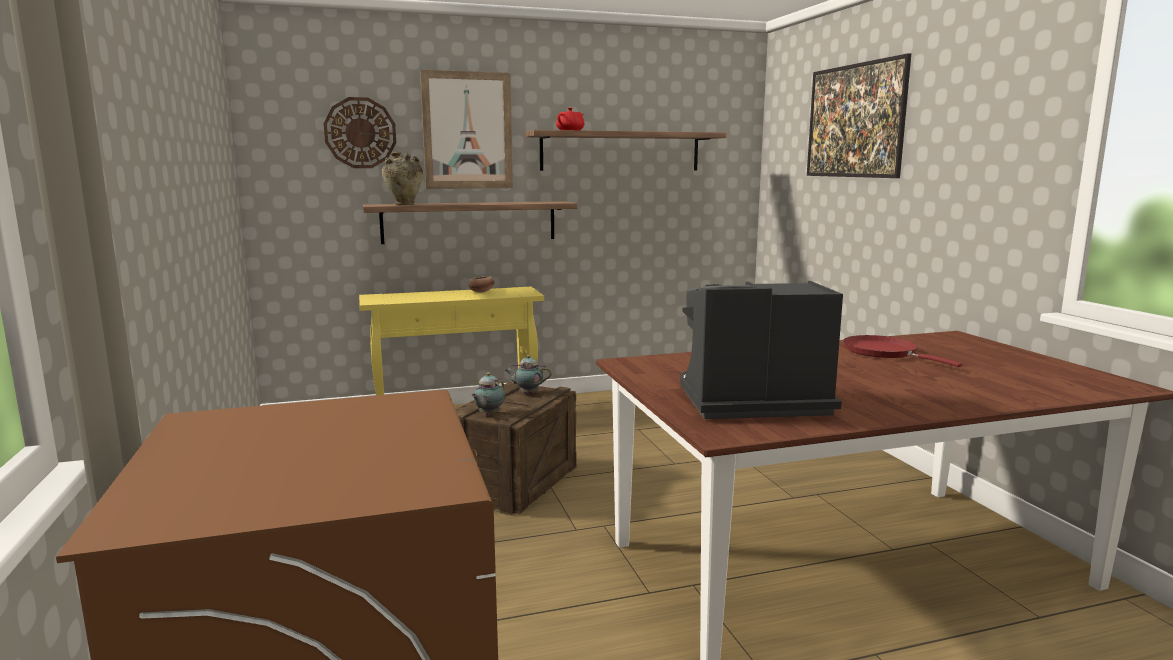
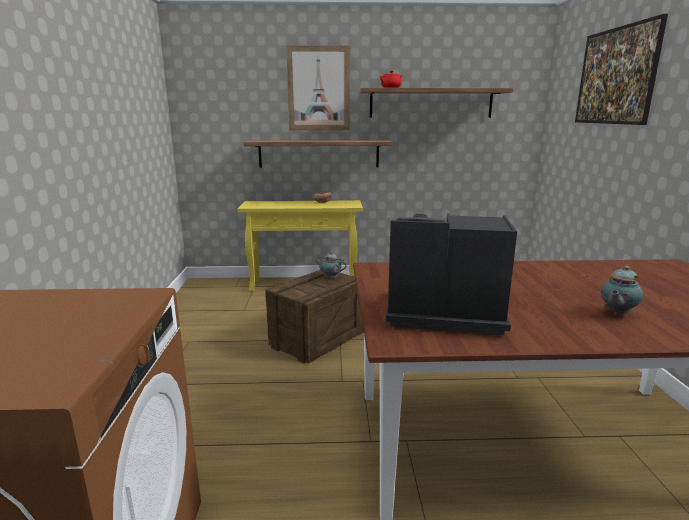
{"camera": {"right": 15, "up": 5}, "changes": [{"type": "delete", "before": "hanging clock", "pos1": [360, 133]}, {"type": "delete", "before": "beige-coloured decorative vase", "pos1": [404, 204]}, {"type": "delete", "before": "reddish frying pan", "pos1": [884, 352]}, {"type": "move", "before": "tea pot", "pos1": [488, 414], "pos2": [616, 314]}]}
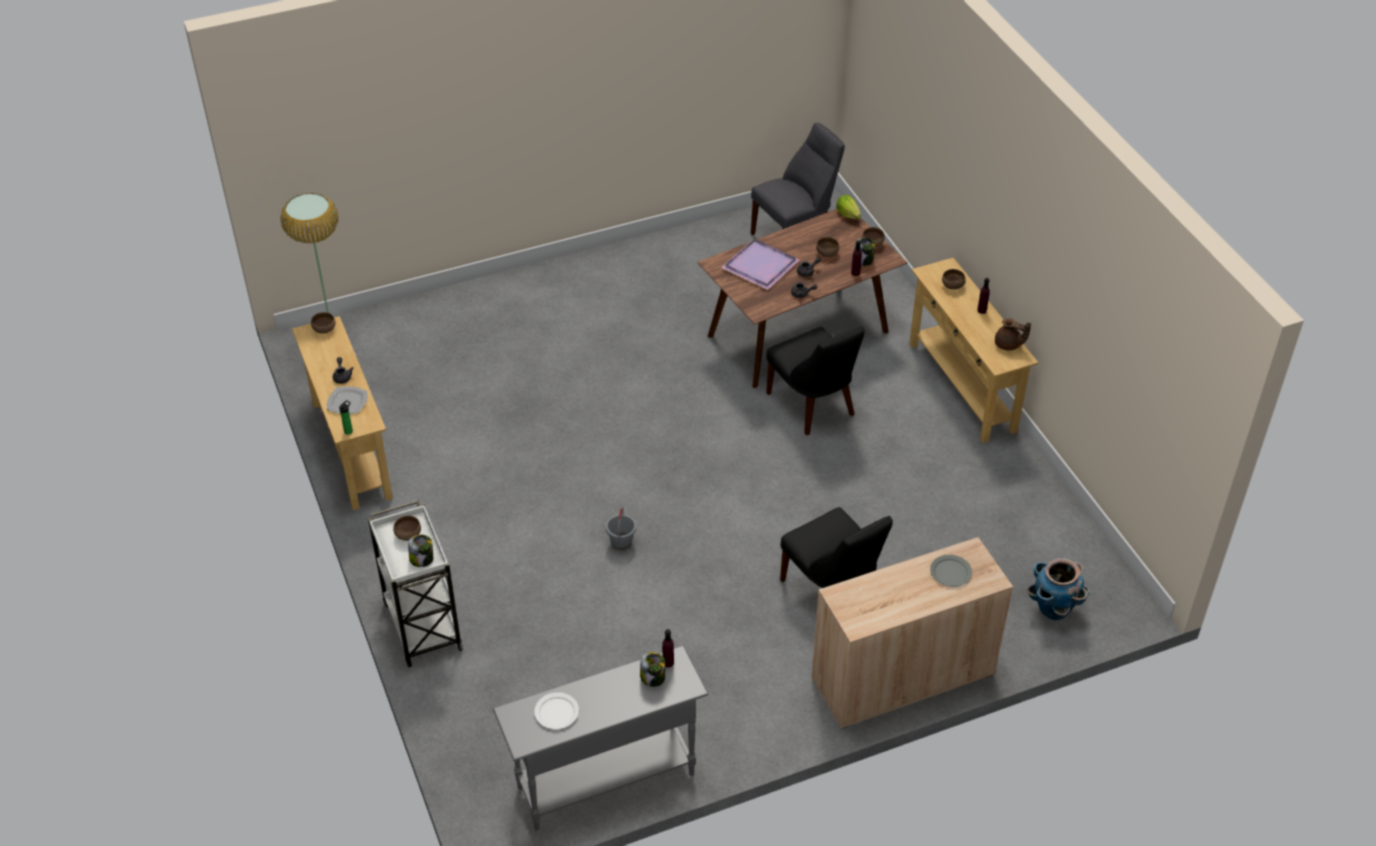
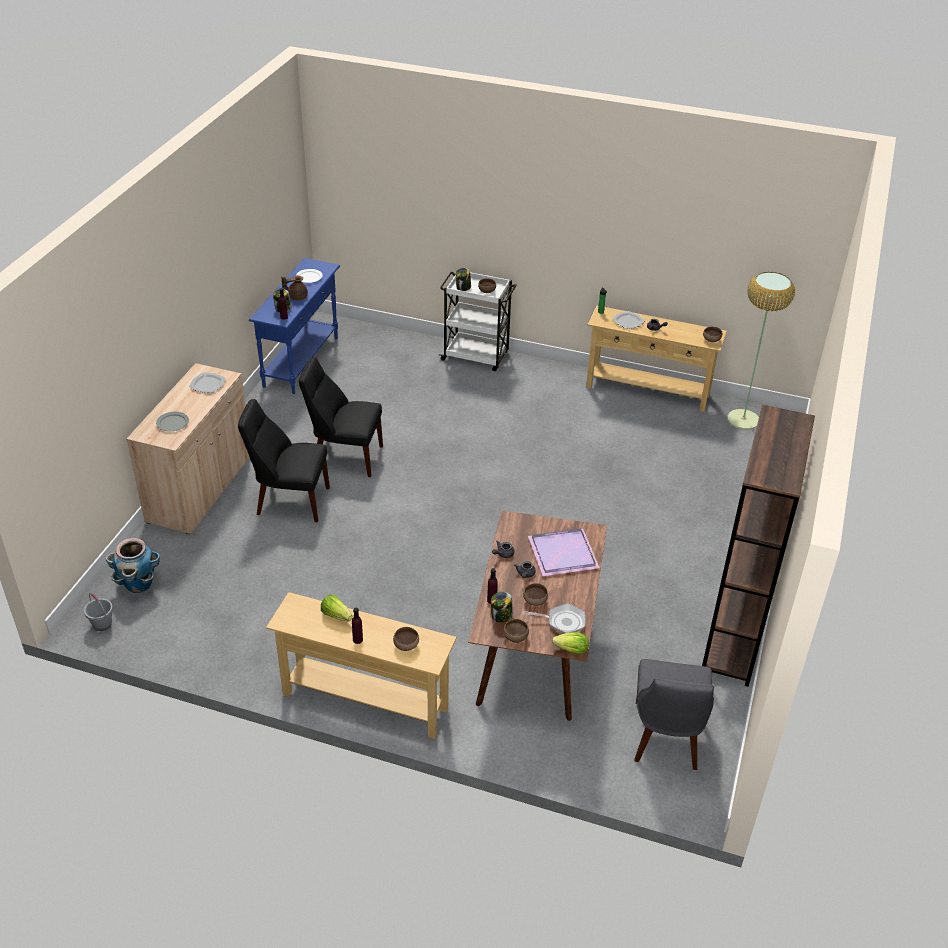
{"camera": {"right": 130, "up": -5}, "changes": [{"type": "move", "before": "brown-coloured tea pot", "pos1": [1008, 345], "pos2": [296, 297]}, {"type": "move", "before": "black upright chair", "pos1": [813, 406], "pos2": [344, 456]}, {"type": "move", "before": "grey pail", "pos1": [621, 542], "pos2": [102, 624]}, {"type": "recolor", "before": "grey console table", "after": "blue-coloured console table", "pos1": [605, 780], "pos2": [301, 361]}, {"type": "insert", "after": "flat dish", "pos2": [208, 384]}, {"type": "insert", "after": "brown-coloured shelving unit", "pos2": [733, 638]}, {"type": "insert", "after": "lettuce head", "pos2": [336, 615]}, {"type": "insert", "after": "frying pan", "pos2": [562, 621]}]}
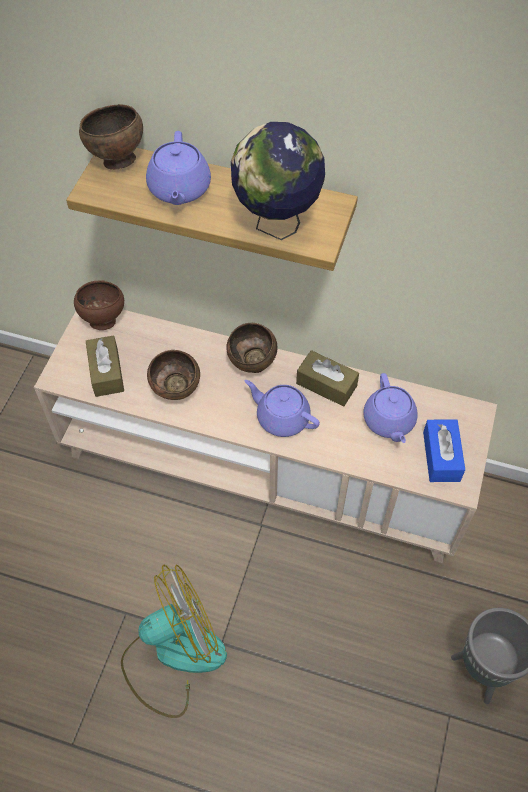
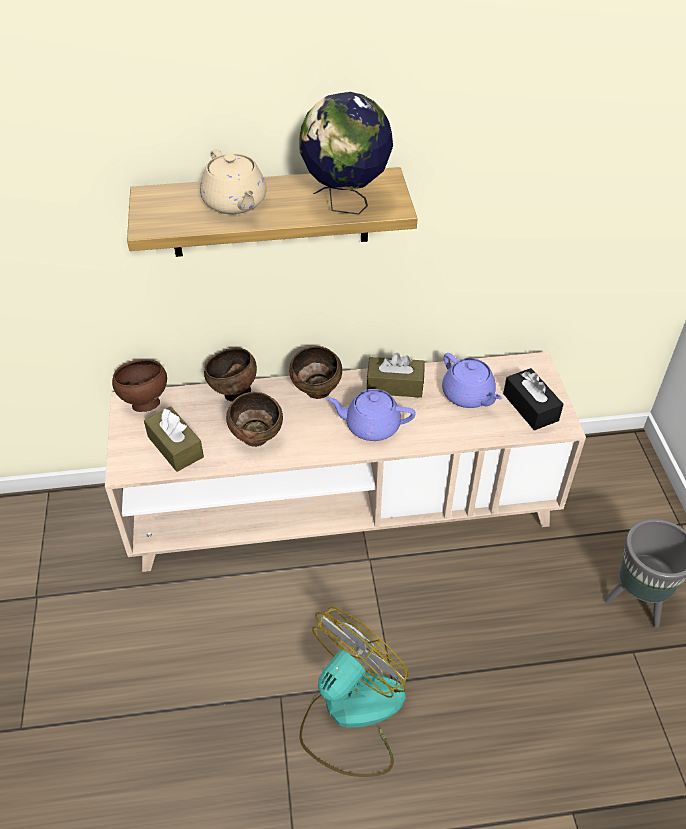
{"camera": {"right": -25, "up": -10}, "changes": [{"type": "move", "before": "brown-coloured serving bowl", "pos1": [116, 161], "pos2": [233, 393]}, {"type": "recolor", "before": "purplish tea pot", "after": "beige-coloured tea pot", "pos1": [179, 189], "pos2": [235, 203]}, {"type": "recolor", "before": "blue-coloured box of tissues", "after": "black box of tissues", "pos1": [441, 456], "pos2": [530, 407]}]}
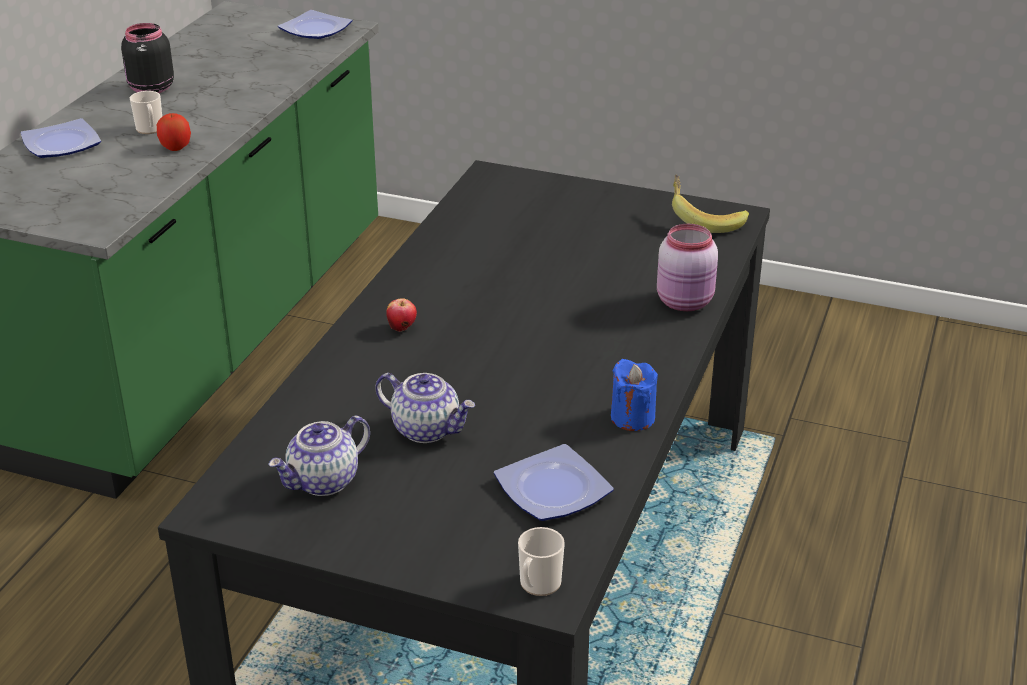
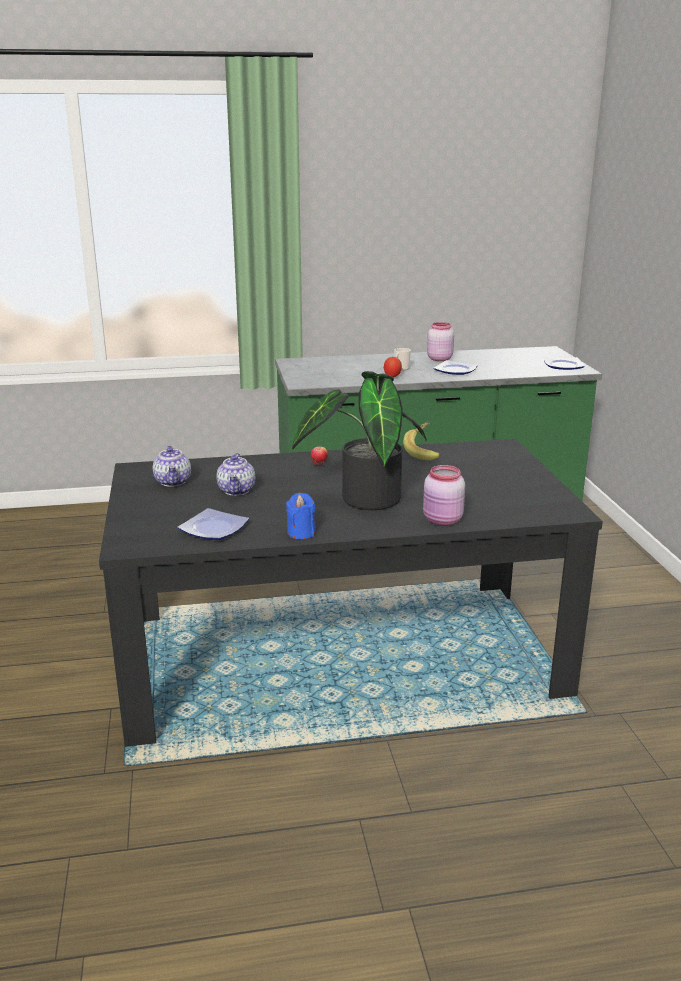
{"camera": {"right": 60, "up": -10}, "changes": [{"type": "recolor", "before": "black jar", "after": "pinkish jar", "pos1": [150, 89], "pos2": [439, 359]}, {"type": "move", "before": "flat dish", "pos1": [63, 143], "pos2": [456, 370]}, {"type": "move", "before": "whole banana", "pos1": [704, 220], "pos2": [425, 452]}, {"type": "rotate", "before": "tea pot", "pos1": [323, 482], "pos2": [173, 482], "turn": -120}, {"type": "delete", "before": "coffee mug", "pos1": [538, 585]}, {"type": "insert", "after": "plant in a pot", "pos2": [364, 497]}]}
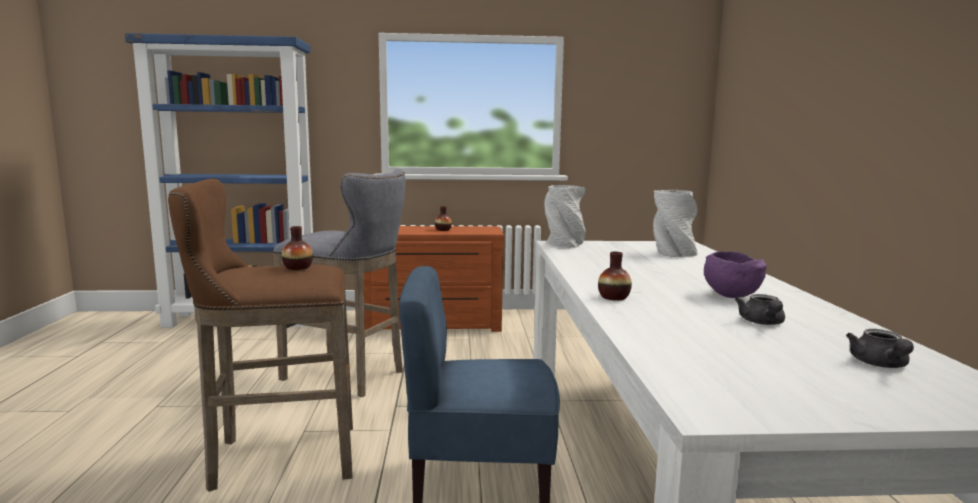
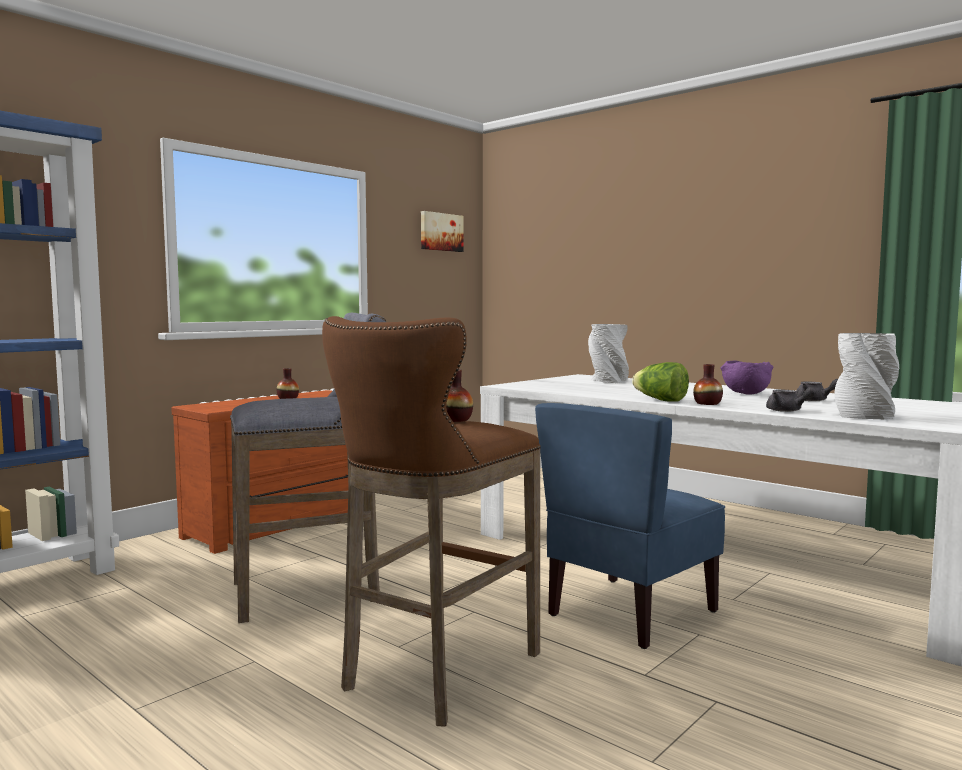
{"camera": {"right": -45, "up": -5}, "changes": [{"type": "move", "before": "grey decorative vase", "pos1": [564, 244], "pos2": [865, 417]}, {"type": "move", "before": "grey tea pot", "pos1": [880, 365], "pos2": [787, 411]}, {"type": "insert", "after": "wall art", "pos2": [440, 232]}, {"type": "insert", "after": "lettuce head", "pos2": [660, 400]}]}
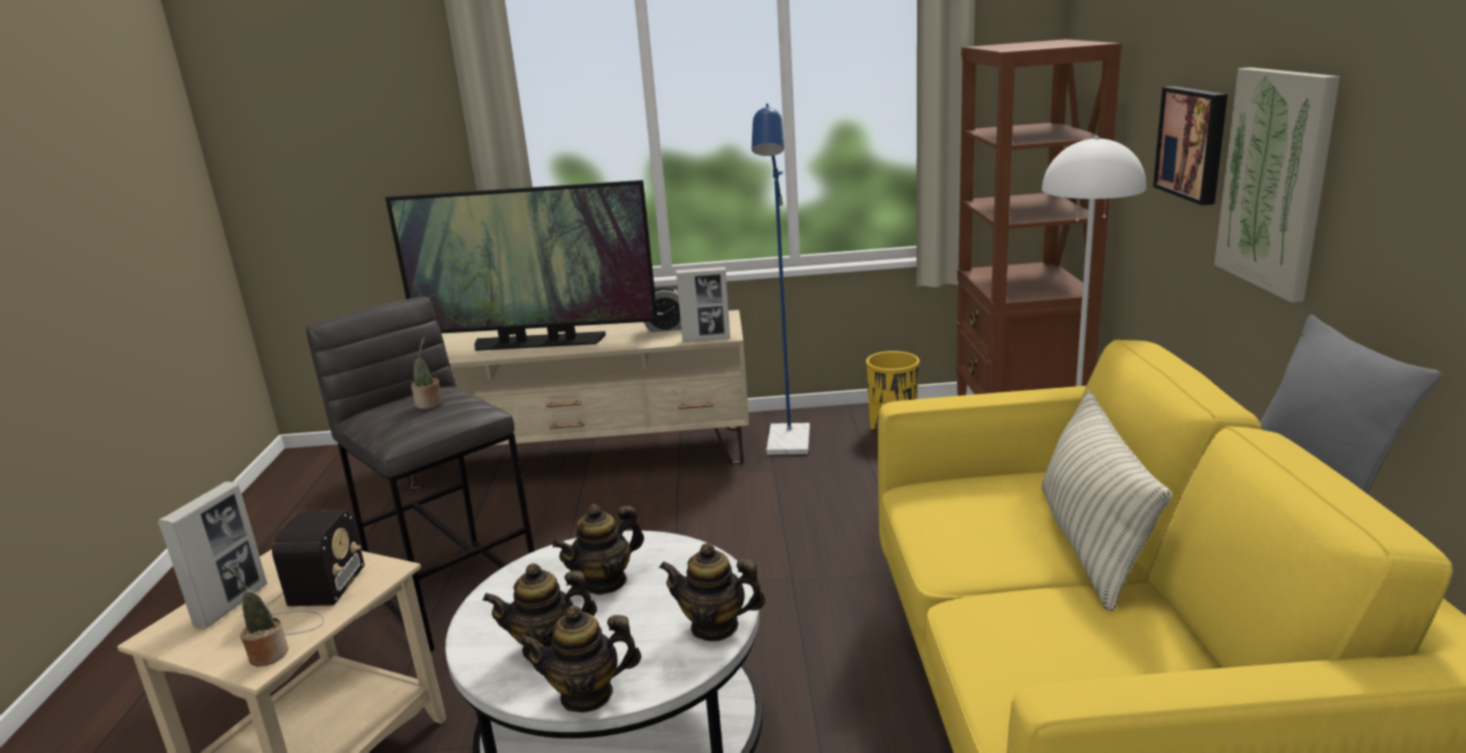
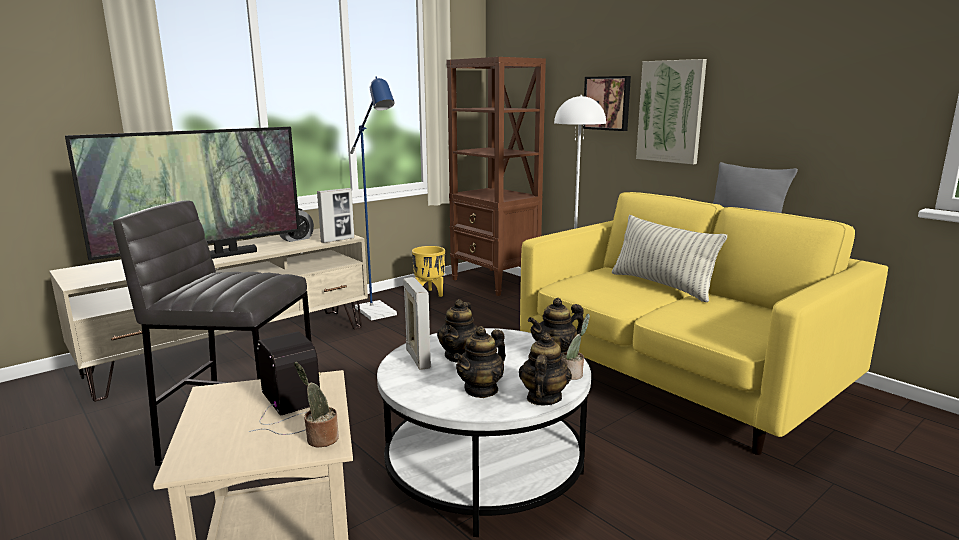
{"camera": {"right": -40, "up": -5}, "changes": [{"type": "move", "before": "plant in a pot", "pos1": [430, 404], "pos2": [573, 375]}, {"type": "move", "before": "photo frame", "pos1": [232, 604], "pos2": [418, 358]}, {"type": "rotate", "before": "tea pot", "pos1": [587, 695], "pos2": [543, 398], "turn": 150}]}
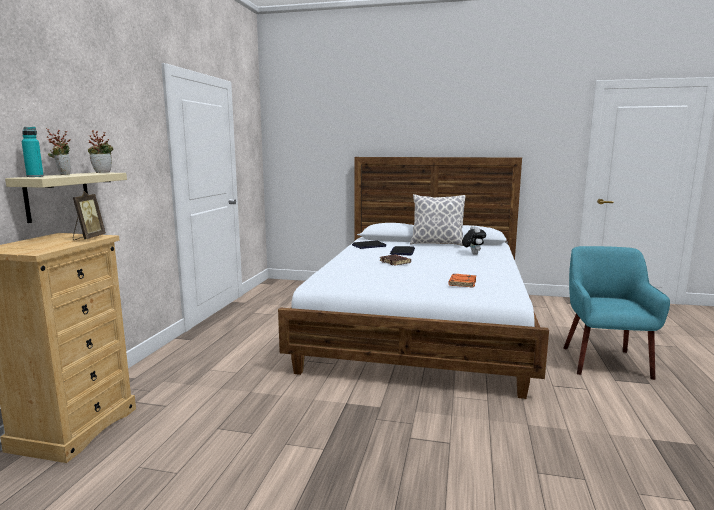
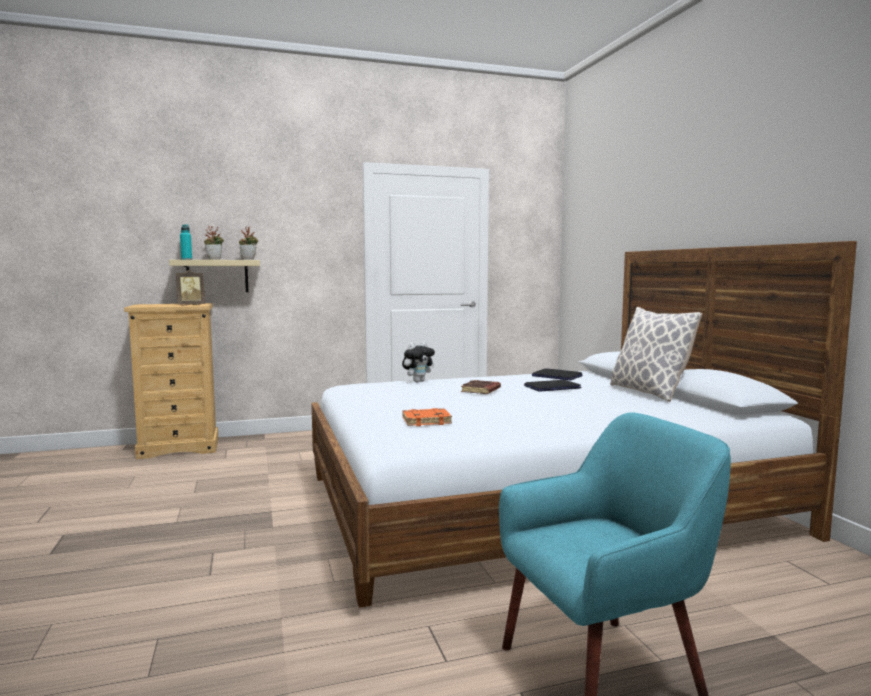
{"camera": {"right": 60, "up": -5}, "changes": [{"type": "move", "before": "plush toy", "pos1": [472, 254], "pos2": [418, 381]}]}
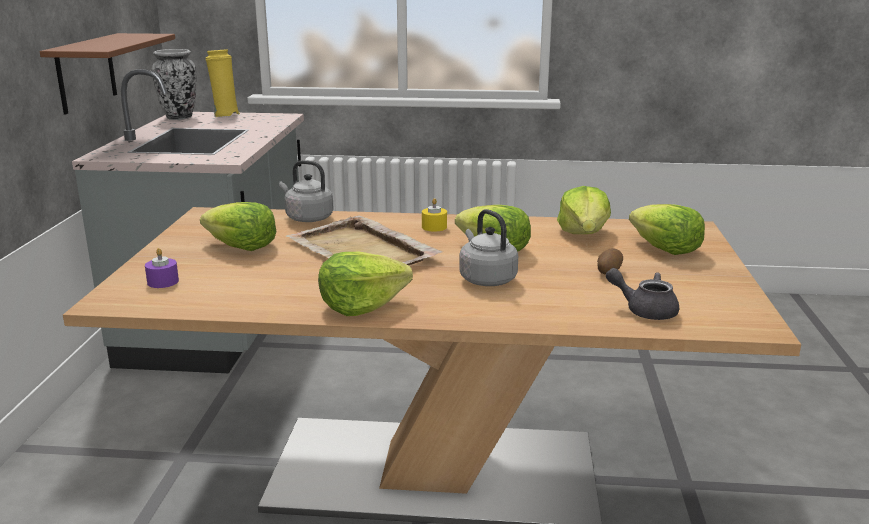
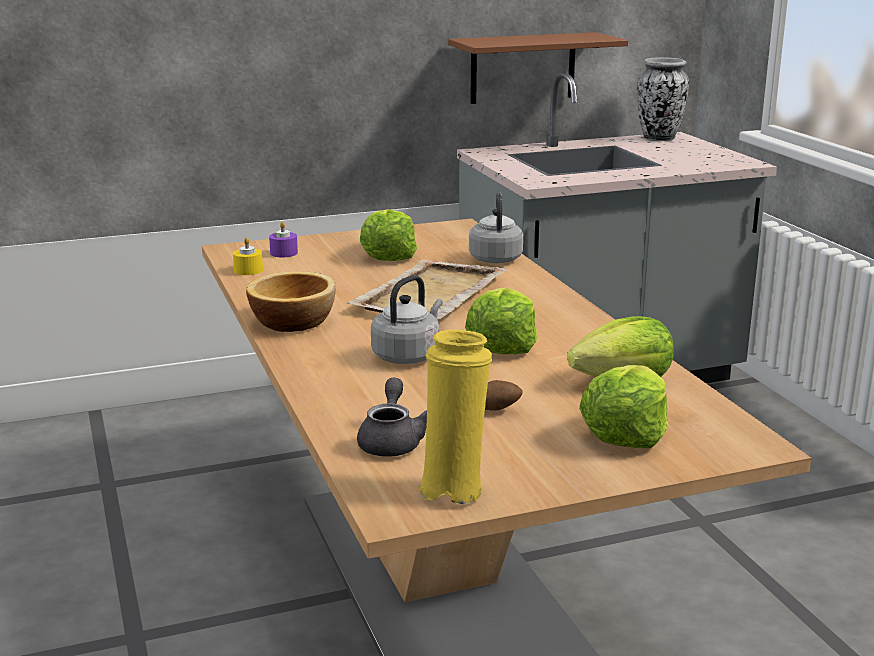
{"camera": {"right": 65, "up": 0}, "changes": [{"type": "move", "before": "yellow decorative vase", "pos1": [225, 115], "pos2": [453, 488]}, {"type": "move", "before": "yellow wax light", "pos1": [434, 227], "pos2": [248, 270]}, {"type": "replace", "before": "lettuce head", "after": "serving bowl", "pos1": [361, 305], "pos2": [292, 321]}]}
